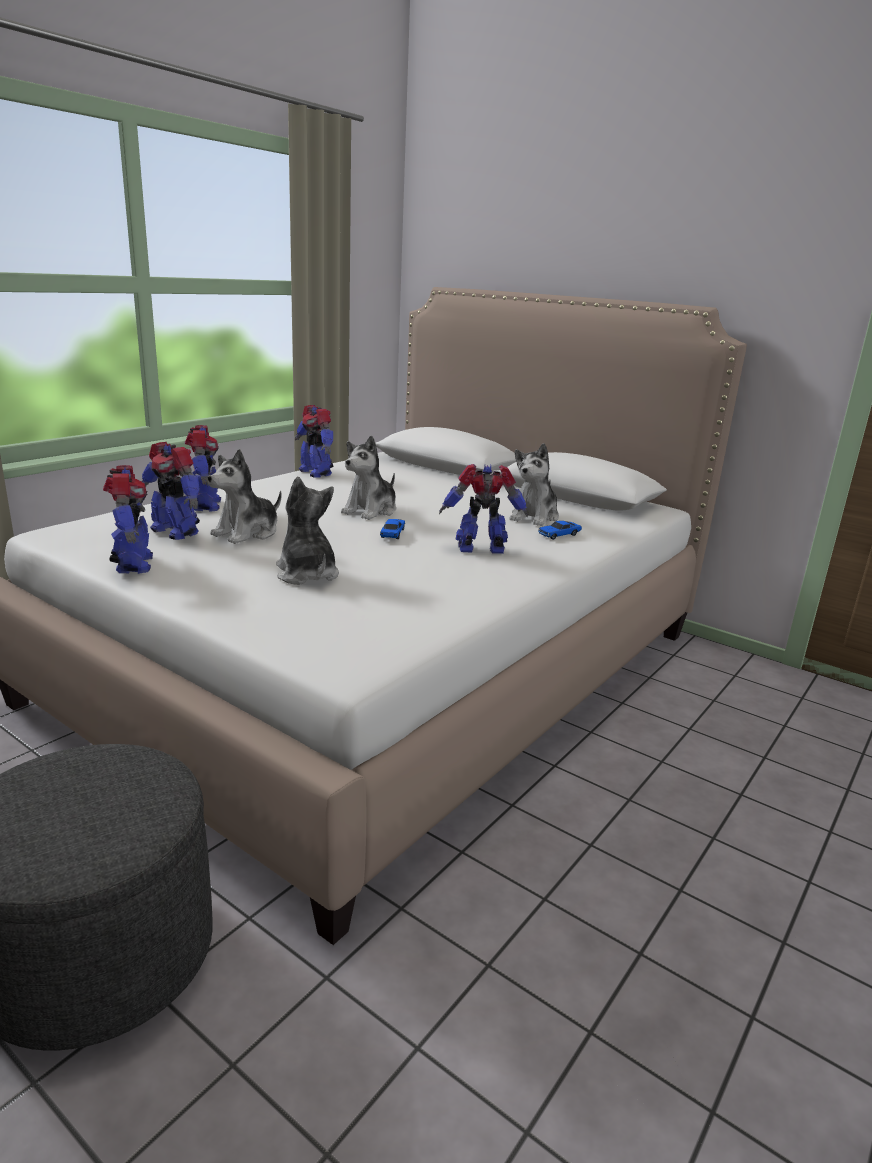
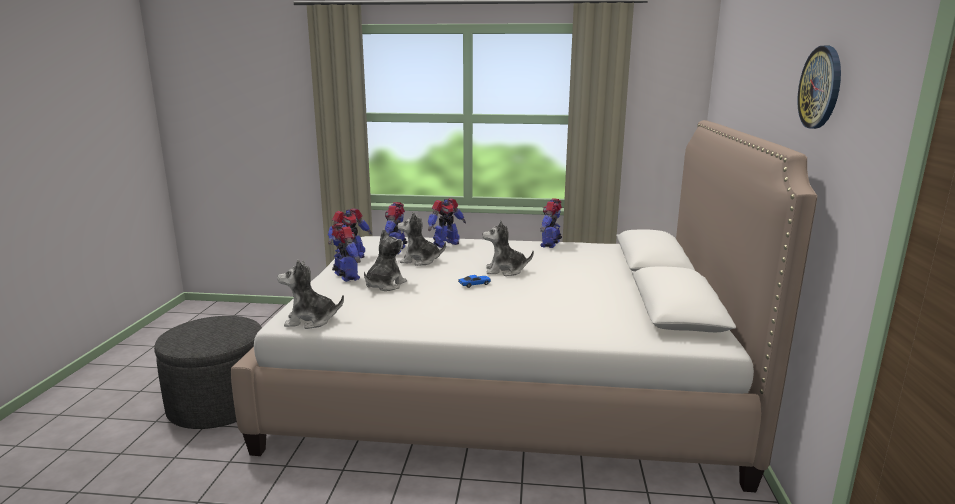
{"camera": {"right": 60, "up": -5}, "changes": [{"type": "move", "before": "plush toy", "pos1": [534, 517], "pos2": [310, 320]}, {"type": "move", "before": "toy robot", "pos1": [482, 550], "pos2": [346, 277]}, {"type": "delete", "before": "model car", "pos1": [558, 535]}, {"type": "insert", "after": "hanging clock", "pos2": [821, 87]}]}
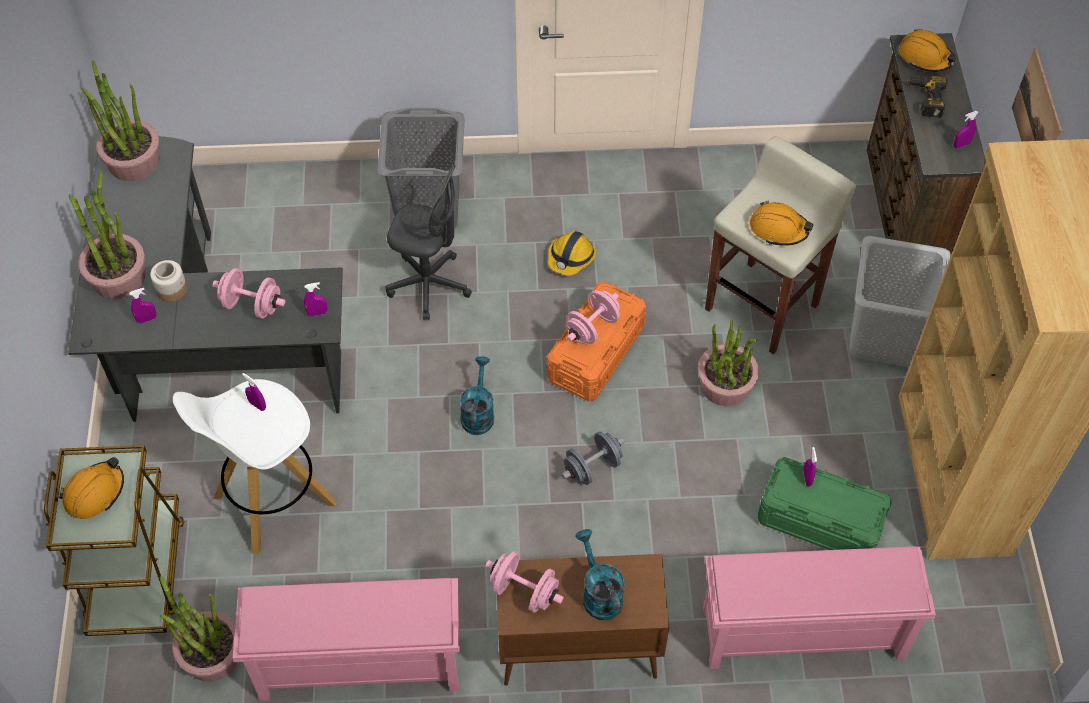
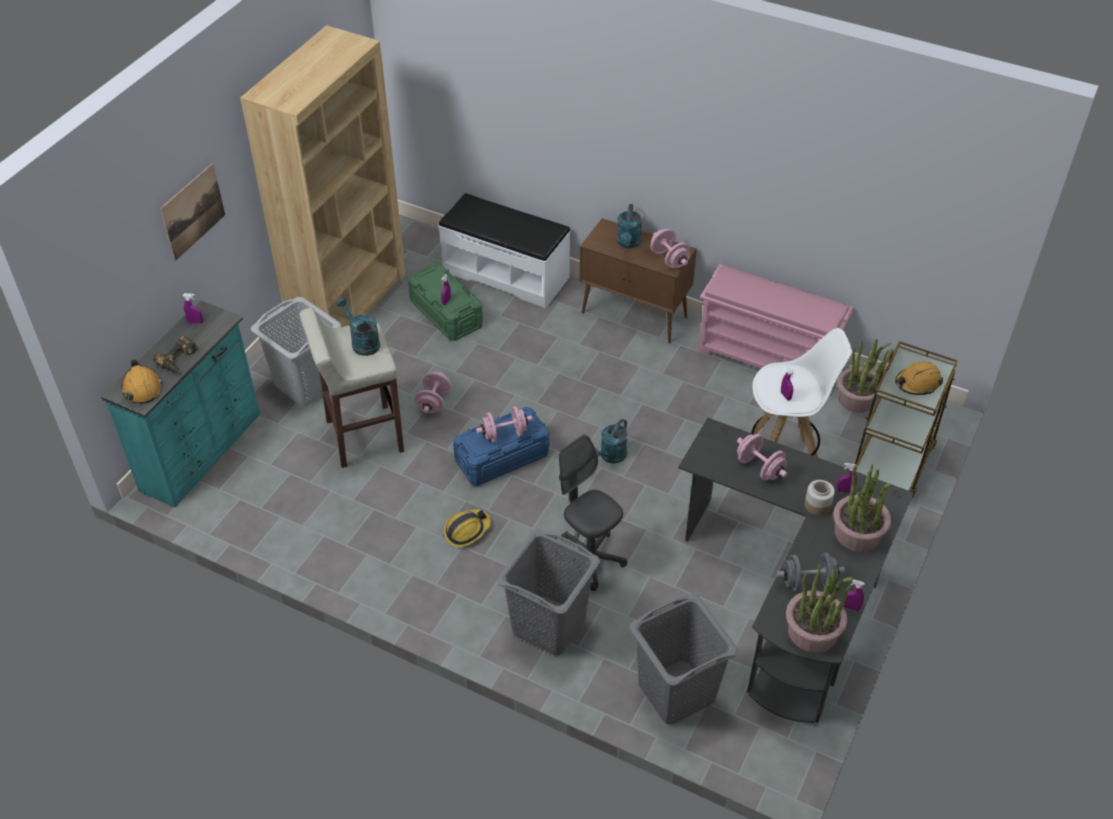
{"camera": {"right": -150, "up": -10}, "changes": [{"type": "recolor", "before": "brown-coloured chest of drawers", "after": "blue-green chest of drawers", "pos1": [903, 212], "pos2": [203, 452]}, {"type": "replace", "before": "orange safety helmet", "after": "blue-green watering pot", "pos1": [778, 229], "pos2": [362, 342]}, {"type": "recolor", "before": "orange storage box", "after": "blue-coloured storage box", "pos1": [595, 353], "pos2": [502, 458]}, {"type": "move", "before": "purplish hand sprayer", "pos1": [317, 313], "pos2": [850, 607]}, {"type": "replace", "before": "plant in a pot", "after": "pinkish free weight", "pos1": [725, 385], "pos2": [434, 402]}, {"type": "move", "before": "grey free weight", "pos1": [592, 467], "pos2": [808, 582]}, {"type": "replace", "before": "pinkish shoe stand", "after": "white indoor bench", "pos1": [800, 634], "pos2": [506, 274]}, {"type": "insert", "after": "grey laundry basket", "pos2": [676, 692]}]}
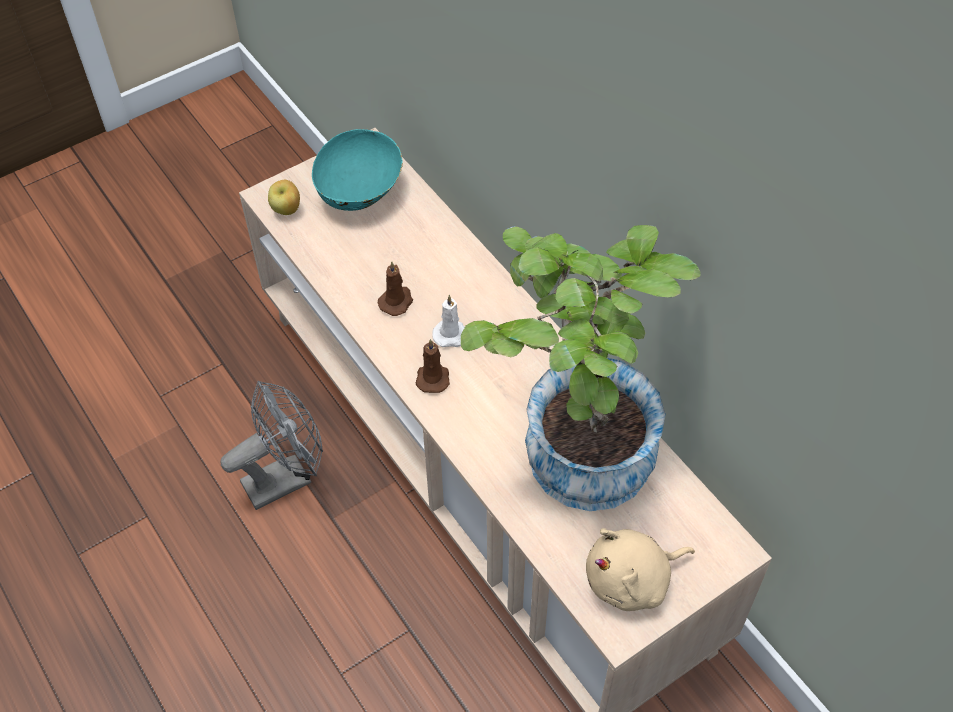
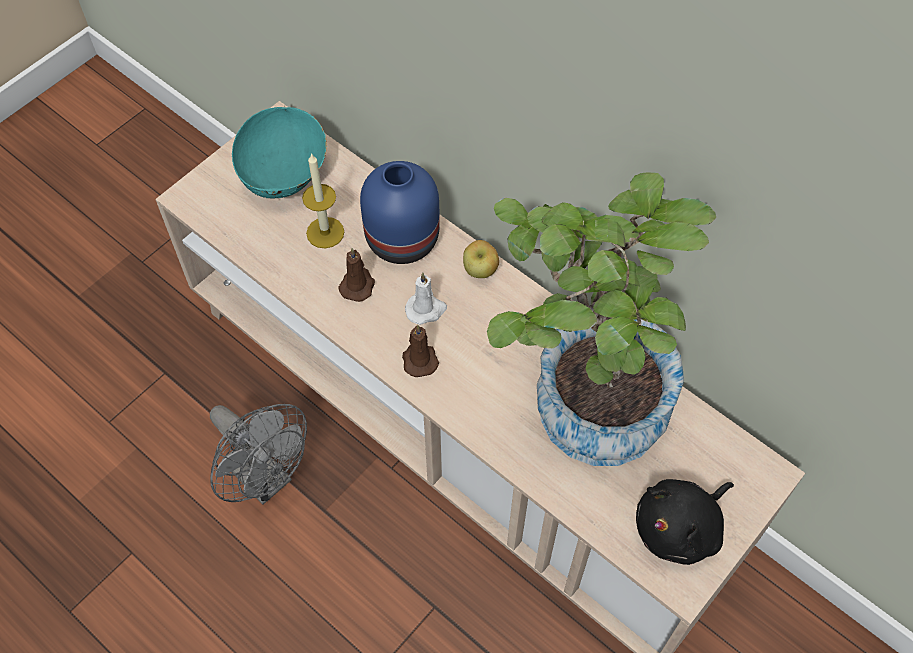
{"camera": {"right": -15, "up": 5}, "changes": [{"type": "move", "before": "apple fruit", "pos1": [287, 210], "pos2": [480, 271]}, {"type": "rotate", "before": "grey cooling fan", "pos1": [286, 478], "pos2": [265, 479], "turn": 90}, {"type": "recolor", "before": "beige-coloured plush toy", "after": "black plush toy", "pos1": [632, 580], "pos2": [680, 528]}, {"type": "insert", "after": "wax light", "pos2": [325, 232]}, {"type": "insert", "after": "blue-coloured decorative vase", "pos2": [404, 239]}]}
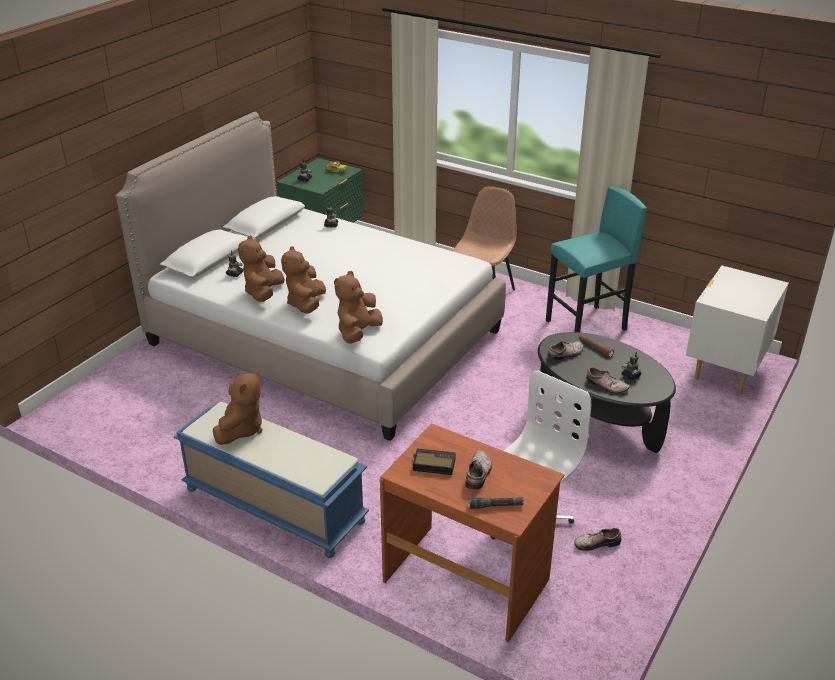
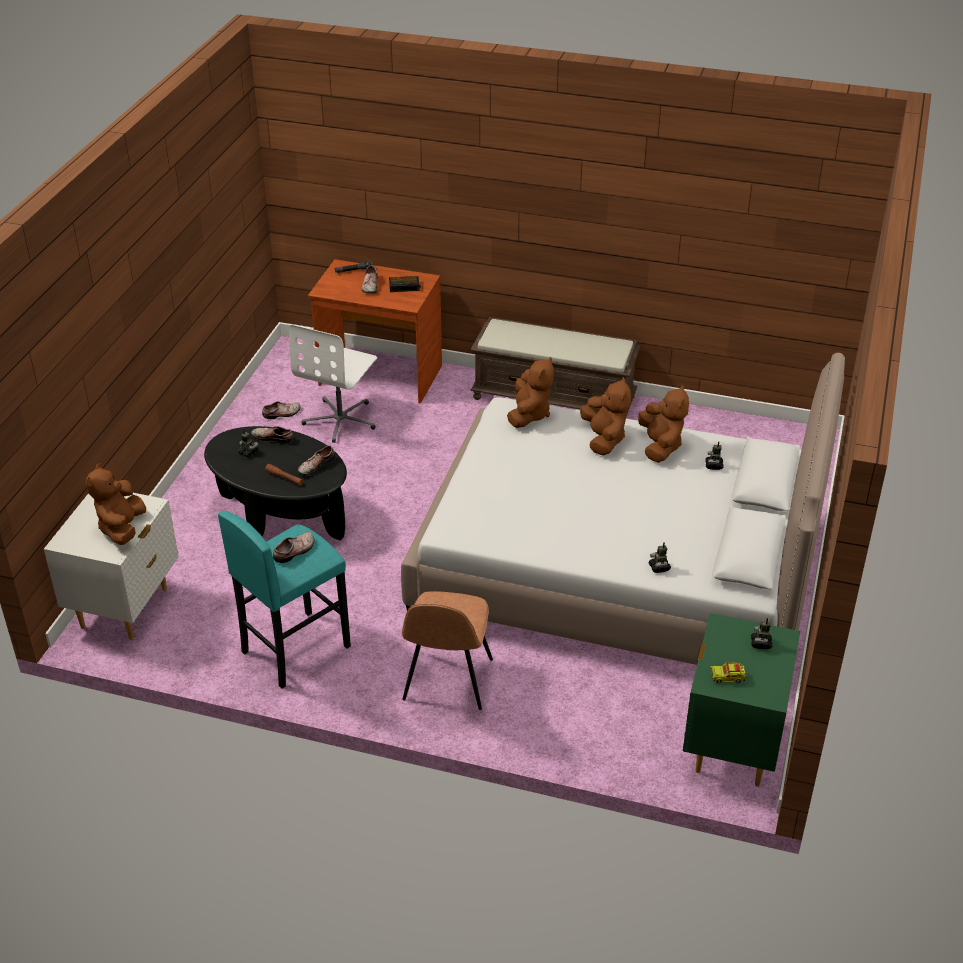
{"camera": {"right": 165, "up": 5}, "changes": [{"type": "move", "before": "brown-coloured plush toy", "pos1": [241, 429], "pos2": [122, 528]}, {"type": "recolor", "before": "blue-coloured indoor bench", "after": "brown-coloured indoor bench", "pos1": [272, 505], "pos2": [555, 397]}, {"type": "insert", "after": "item of footwear", "pos2": [295, 551]}]}
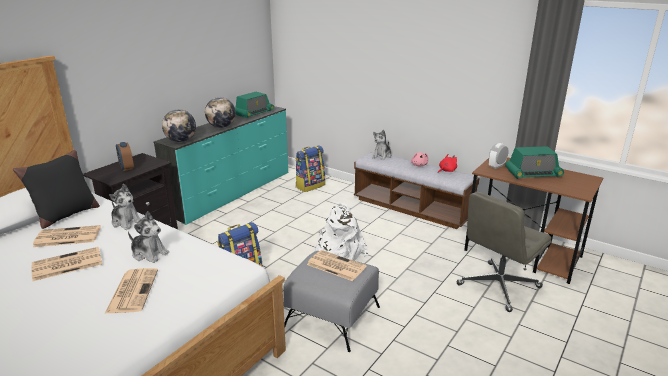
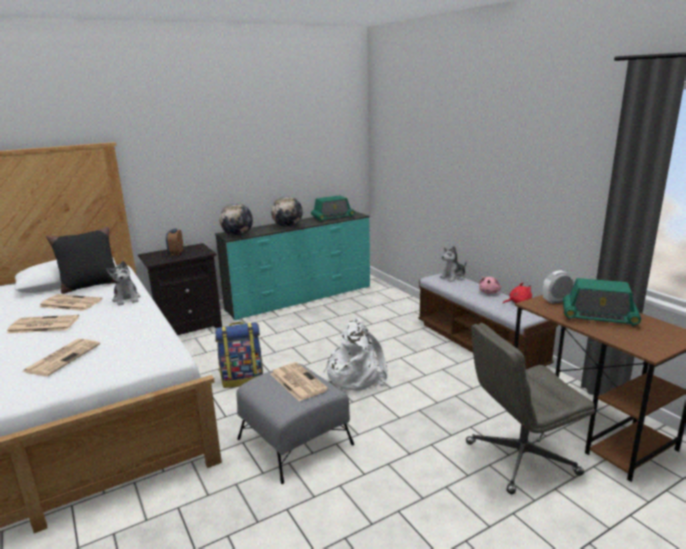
{"camera": {"right": 25, "up": -5}, "changes": [{"type": "delete", "before": "rucksack", "pos1": [310, 186]}, {"type": "delete", "before": "plush toy", "pos1": [149, 254]}]}
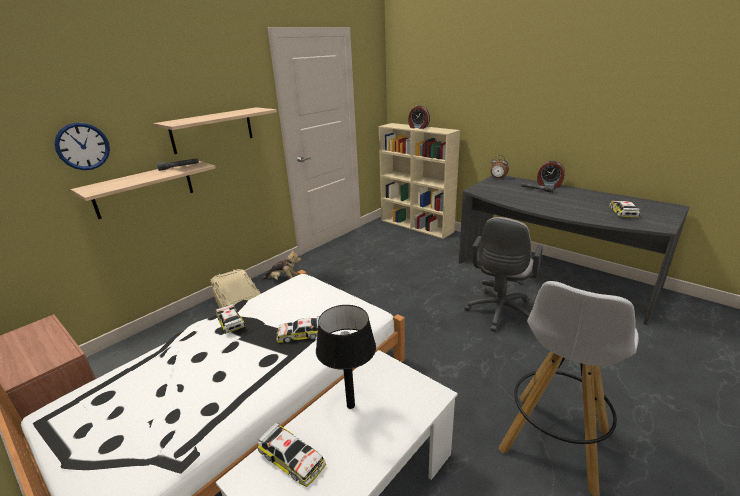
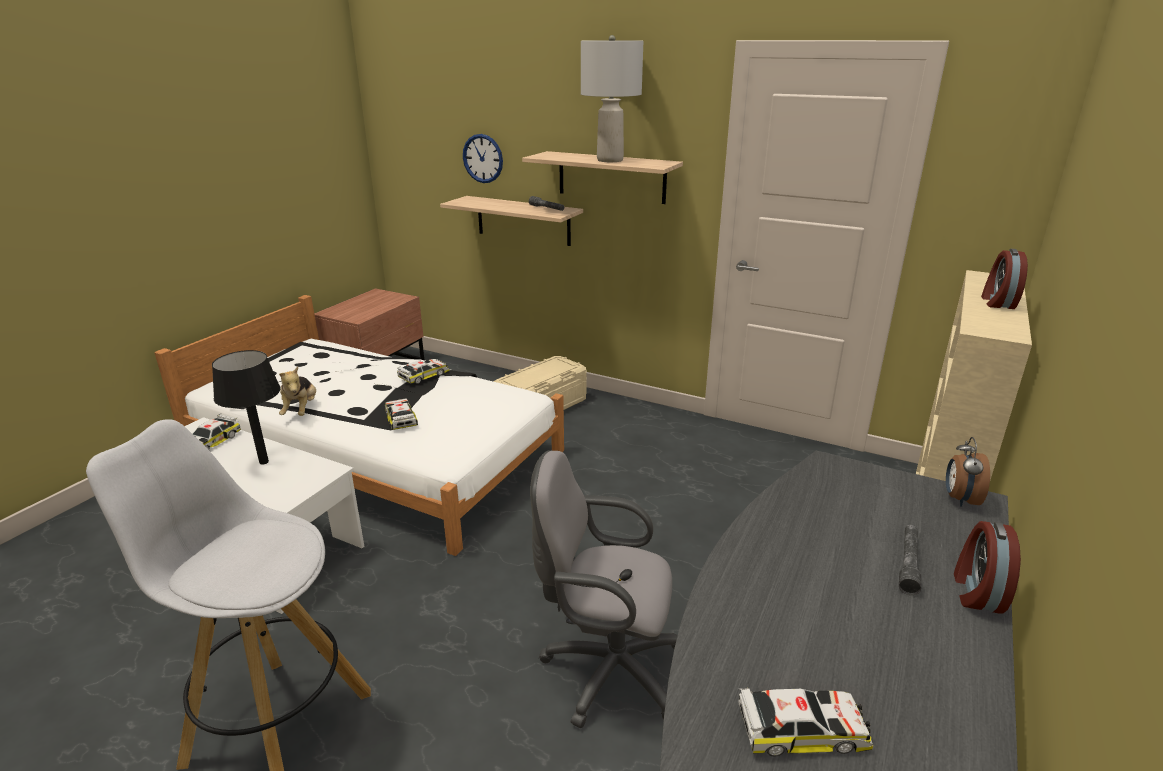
{"camera": {"right": 75, "up": 0}, "changes": [{"type": "move", "before": "plush toy", "pos1": [283, 279], "pos2": [301, 410]}, {"type": "insert", "after": "grey tabletop lamp", "pos2": [609, 160]}]}
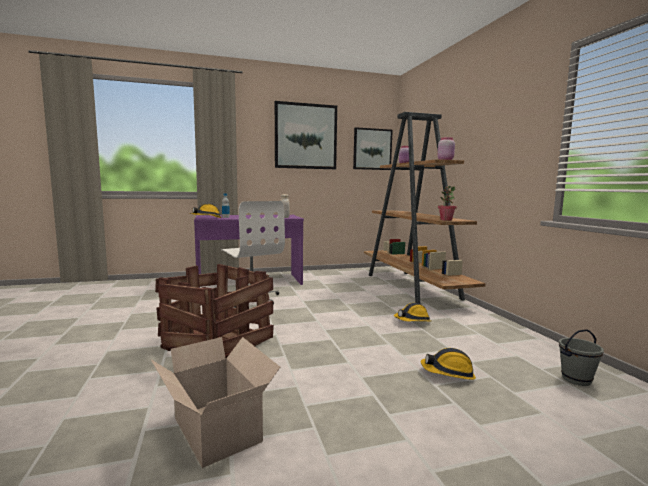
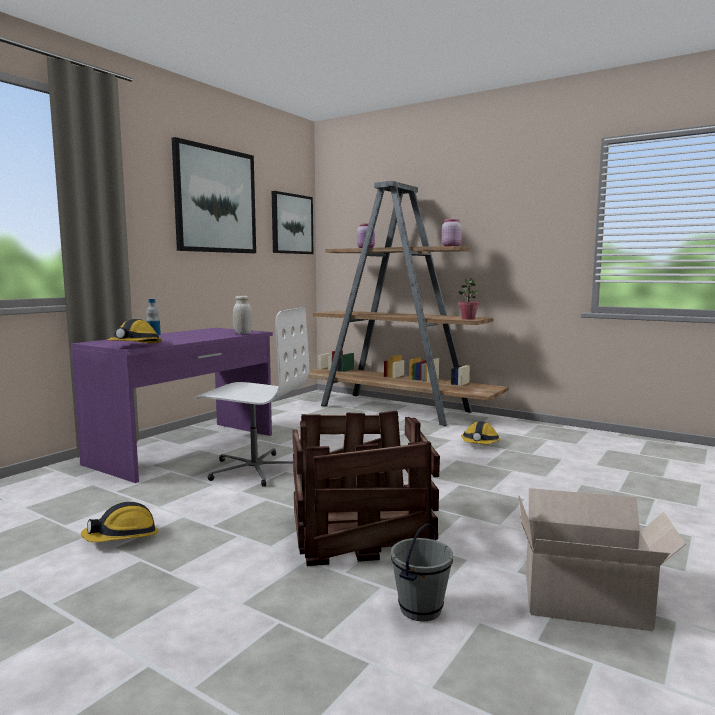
{"camera": {"right": -40, "up": 0}, "changes": [{"type": "move", "before": "grey pail", "pos1": [576, 379], "pos2": [420, 609]}, {"type": "move", "before": "safety helmet", "pos1": [448, 373], "pos2": [122, 537]}]}
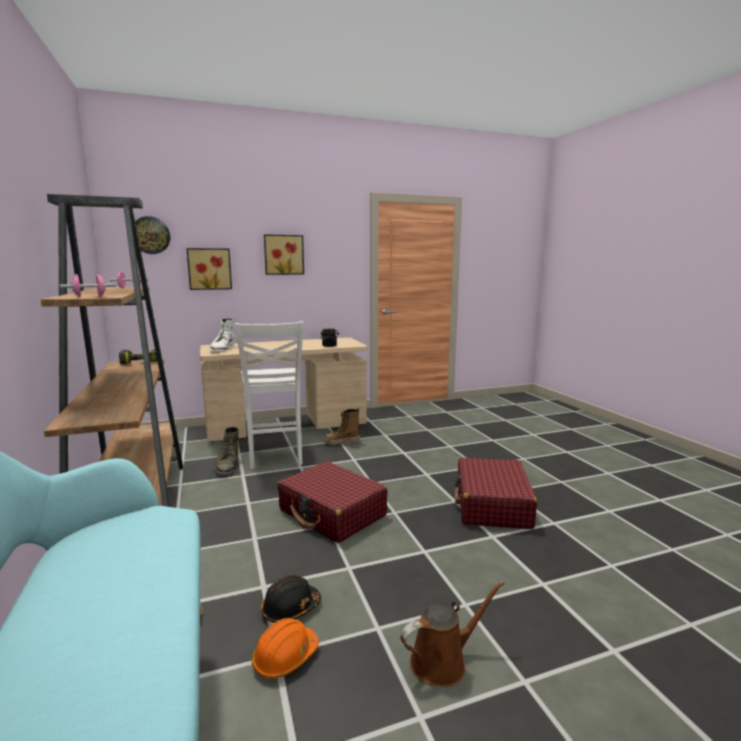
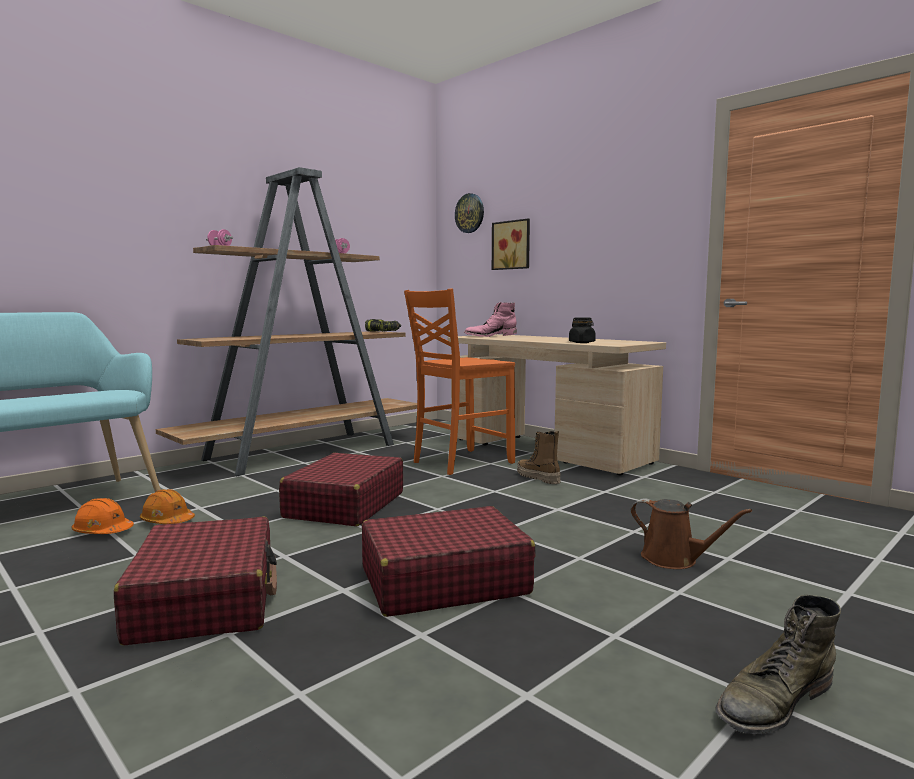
{"camera": {"right": 65, "up": -5}, "changes": [{"type": "delete", "before": "wall art", "pos1": [283, 254]}, {"type": "recolor", "before": "white high-top boot", "after": "pinkish high-top boot", "pos1": [222, 348], "pos2": [490, 336]}, {"type": "recolor", "before": "white upright chair", "after": "orange upright chair", "pos1": [275, 455], "pos2": [460, 462]}, {"type": "move", "before": "green-coloured high-top boot", "pos1": [227, 465], "pos2": [774, 702]}, {"type": "recolor", "before": "black safety helmet", "after": "orange safety helmet", "pos1": [290, 609], "pos2": [167, 521]}, {"type": "move", "before": "brown-coloured watering pot", "pos1": [443, 661], "pos2": [674, 560]}, {"type": "insert", "after": "reddish piece of luggage", "pos2": [206, 600]}]}
